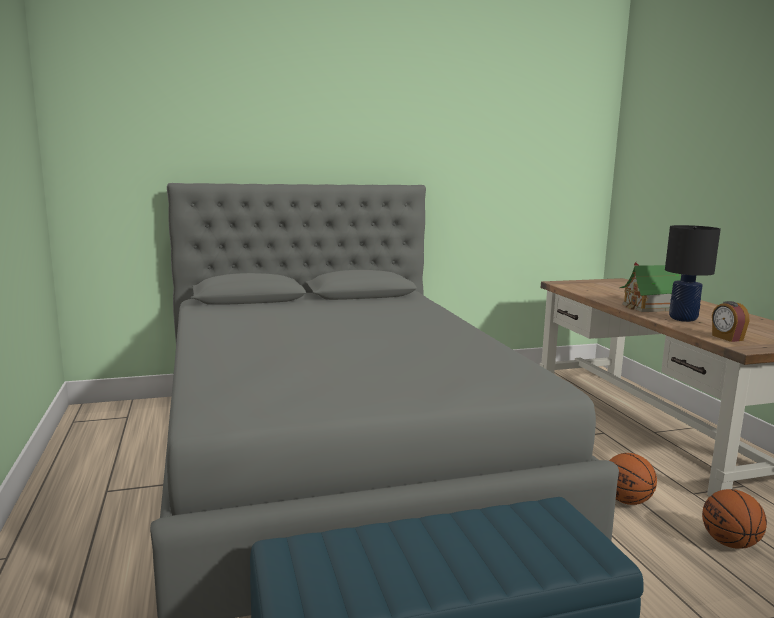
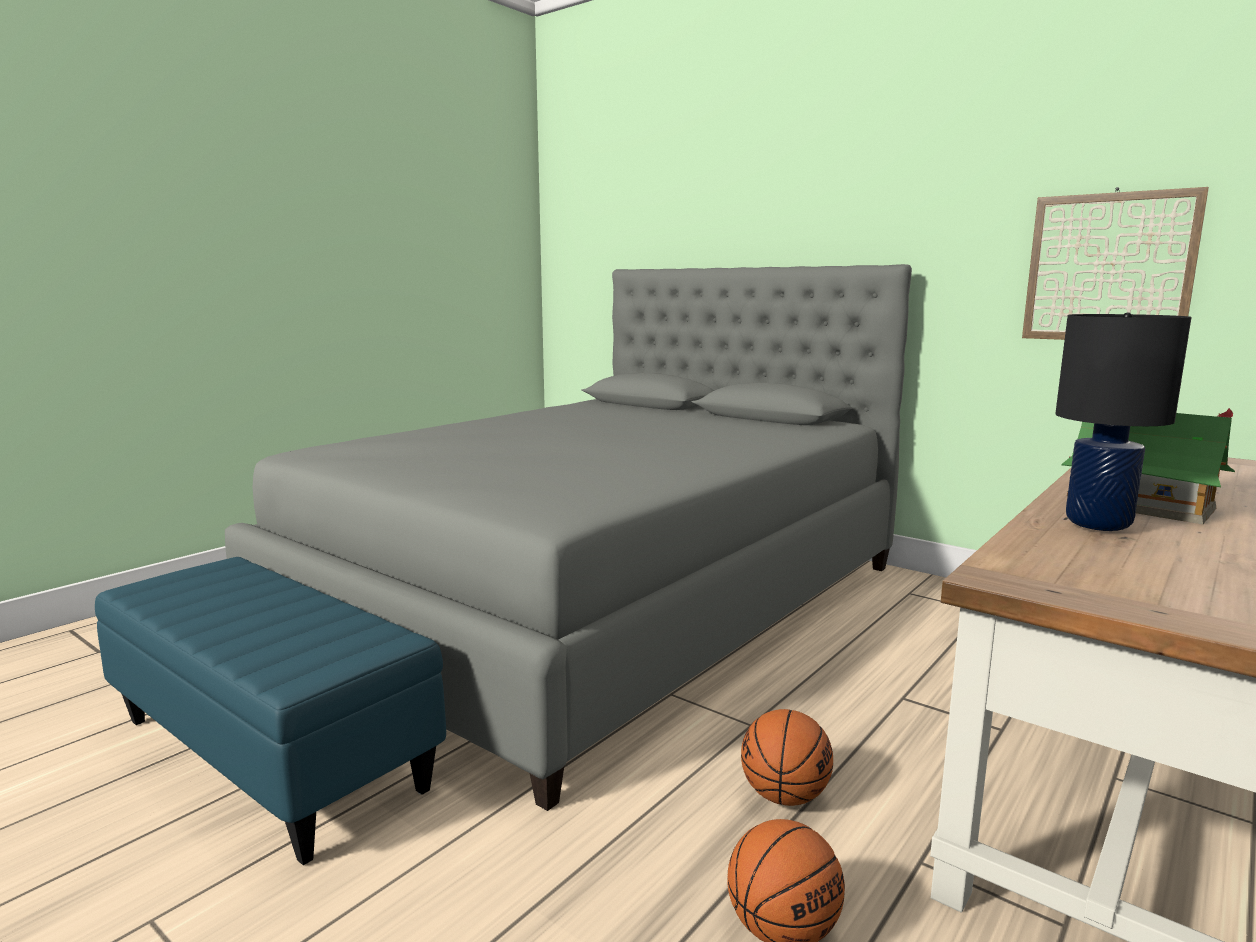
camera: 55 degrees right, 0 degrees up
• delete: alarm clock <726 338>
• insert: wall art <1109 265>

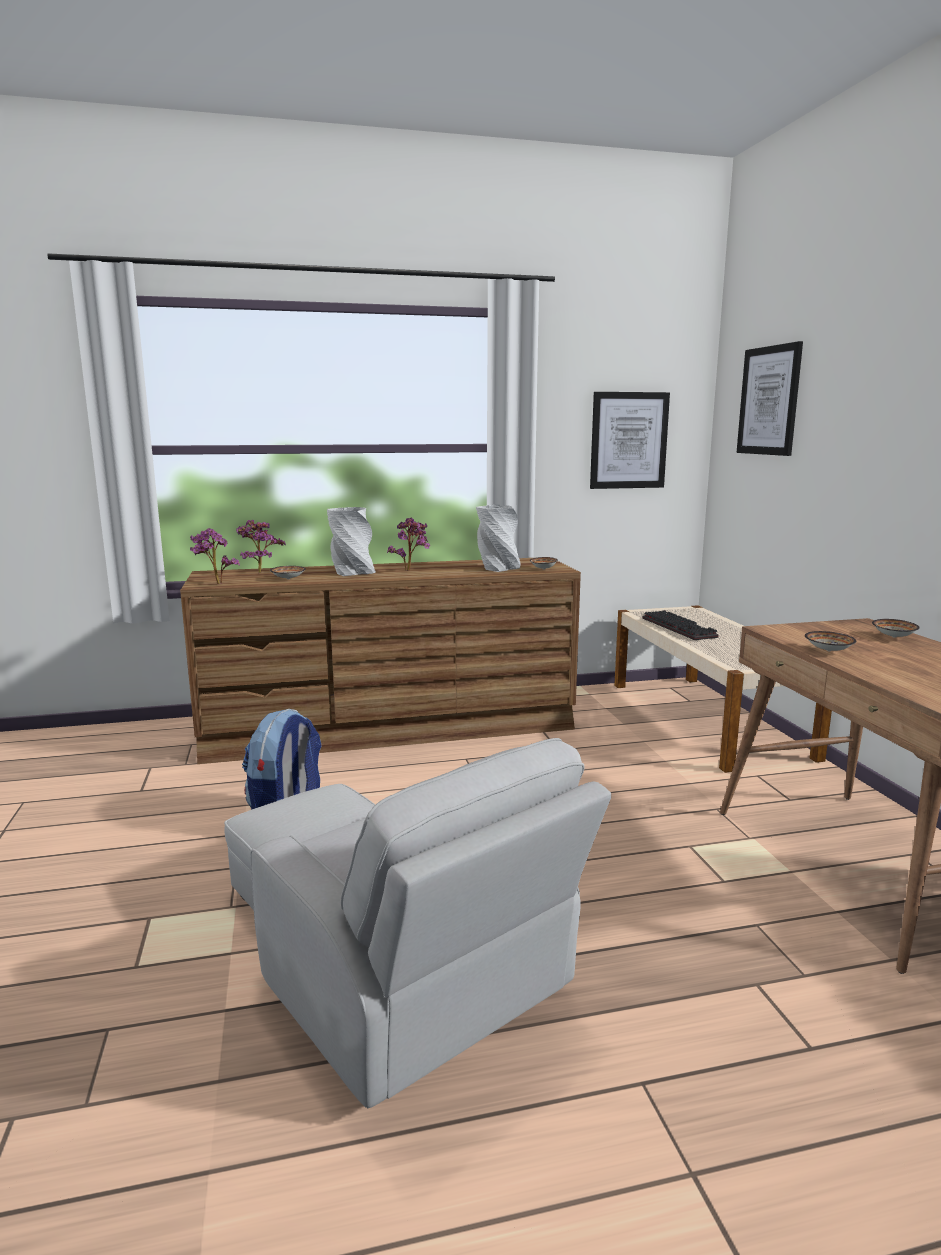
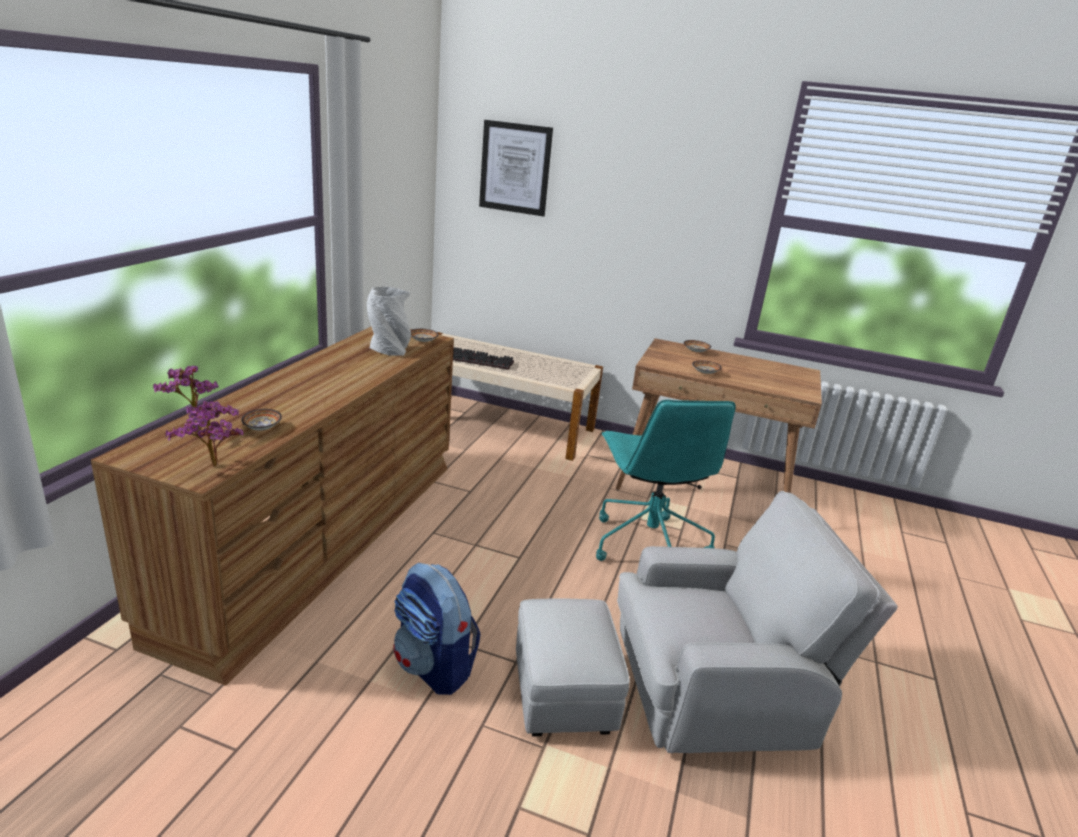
camera: 60 degrees left, 10 degrees up
• delete: grey decorative vase <352 572>
• delete: plant in a pot <411 570>
• delete: wall art <628 440>
• insert: turquoise computer chair <646 543>

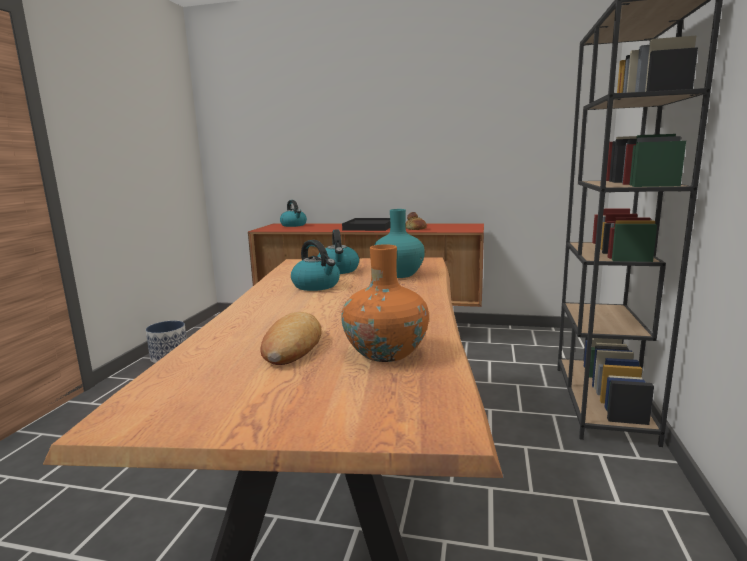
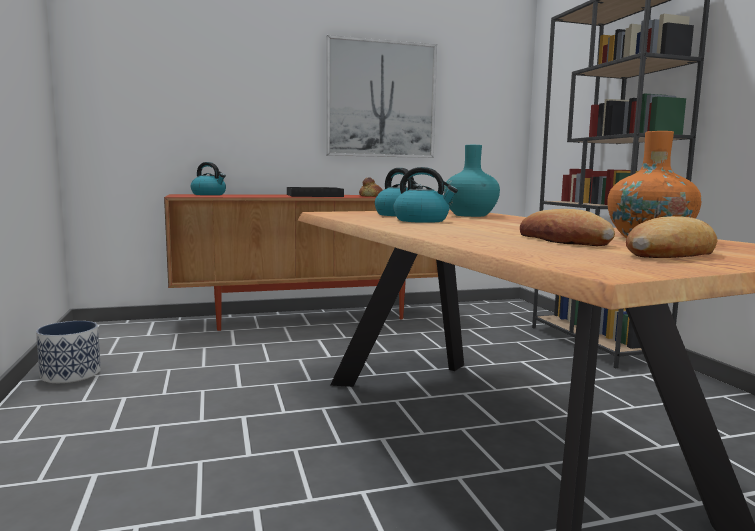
camera: 30 degrees left, 5 degrees down
• insert: wall art <381 99>
• insert: baked bread <670 253>

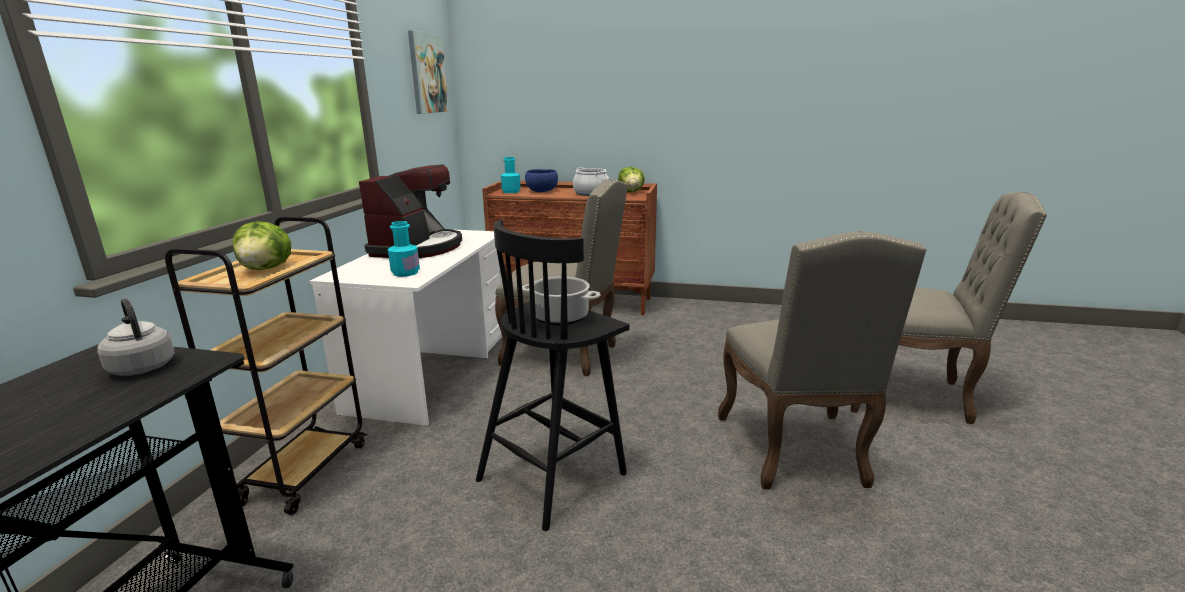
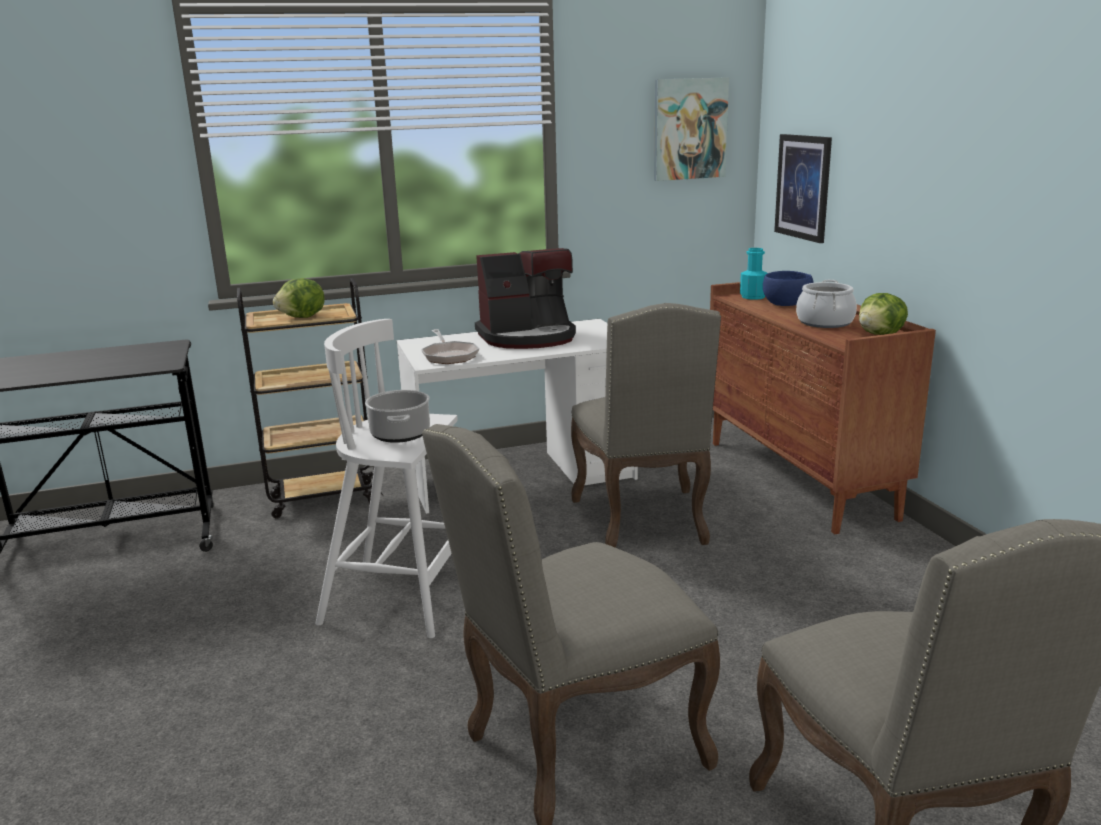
camera: 60 degrees right, 0 degrees up
• delete: grey tea kettle <142 367>
• insert: wall art <803 187>
• replace: turquoise beverage bottle <405 273> to frying pan <449 356>
• recolor: blackish sitting stool <555 474> to white sitting stool <402 600>

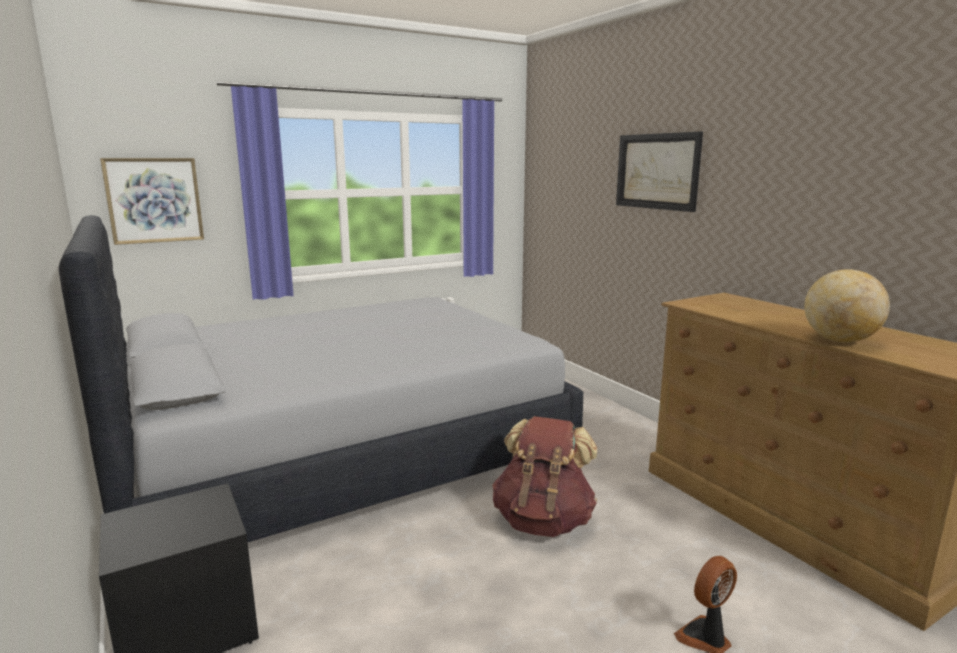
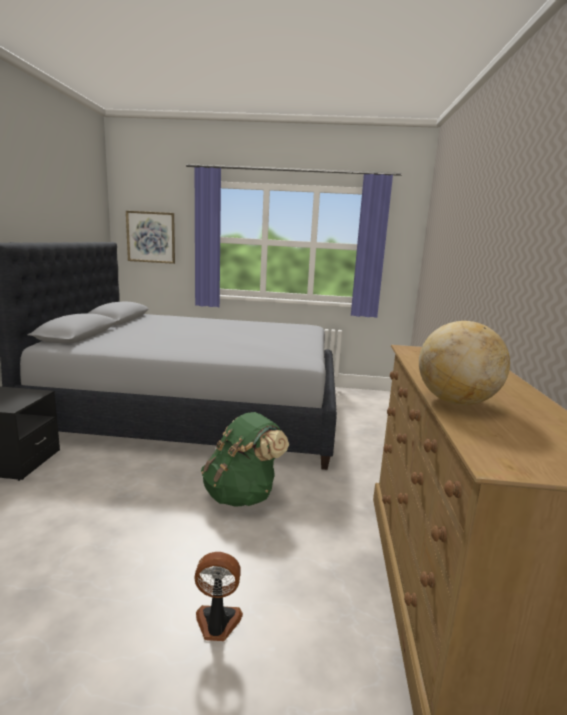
camera: 35 degrees right, 0 degrees up
• delete: wall art <657 171>
• recolor: brownish rucksack <543 520> to green-coloured rucksack <242 494>

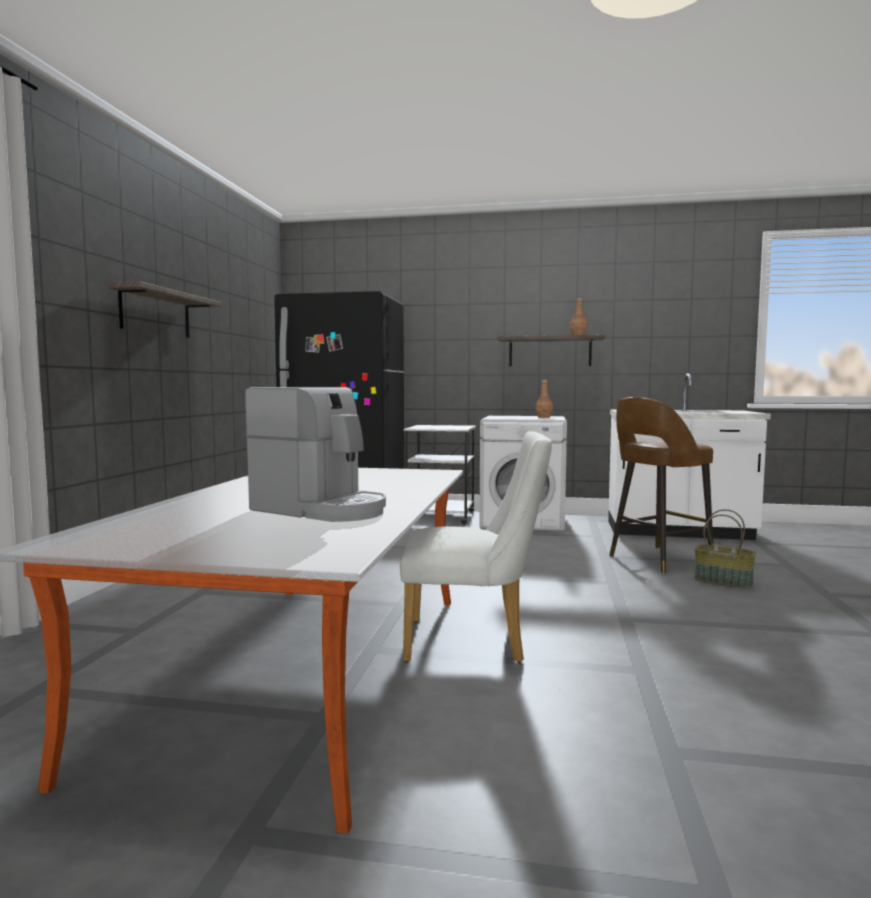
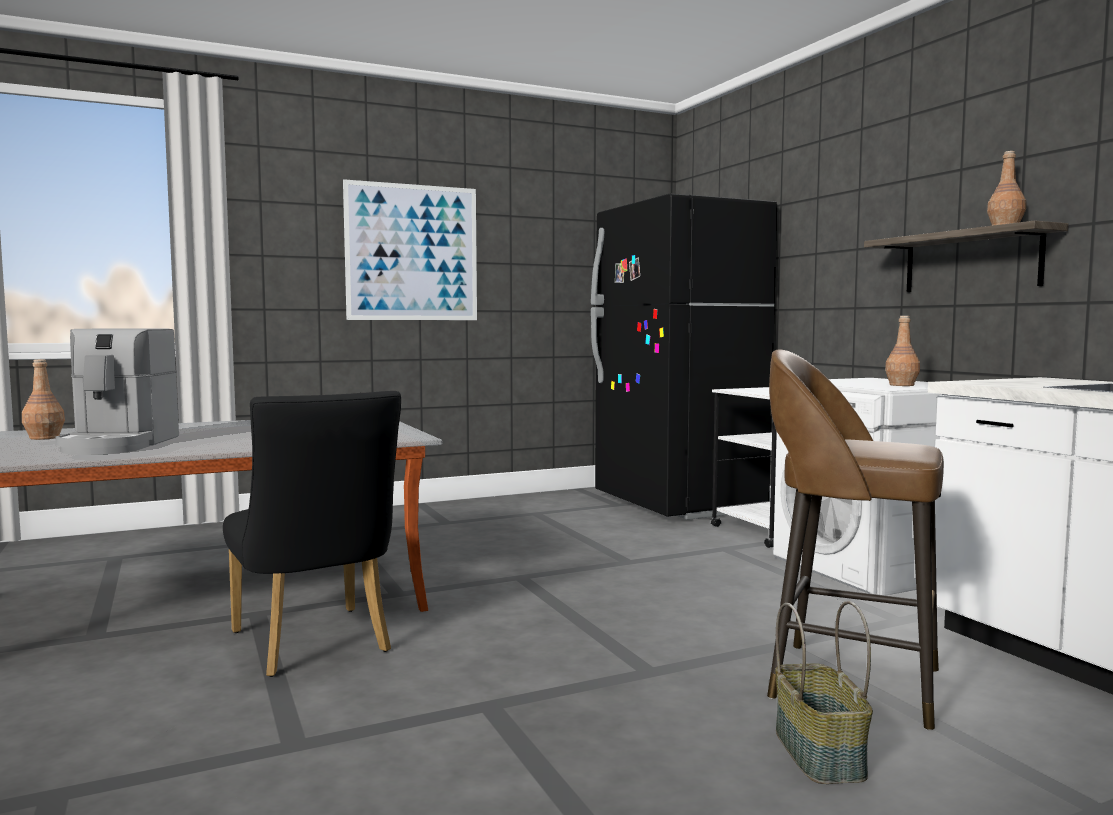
camera: 55 degrees right, 0 degrees up
• insert: brownish beverage bottle <44 437>
• replace: wall shelf <156 313> to wall art <412 252>
• recolor: white chair <475 641> to blackish chair <315 645>

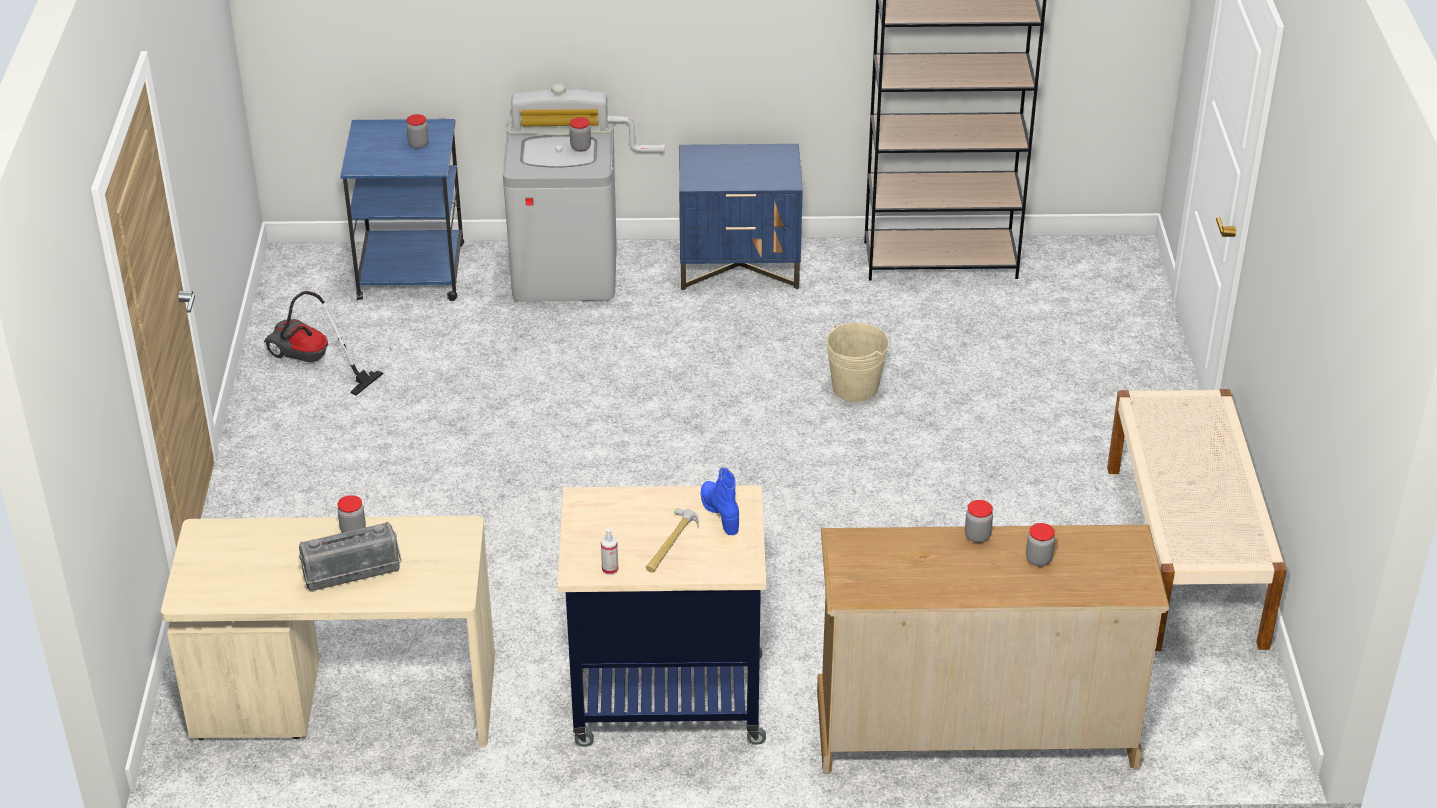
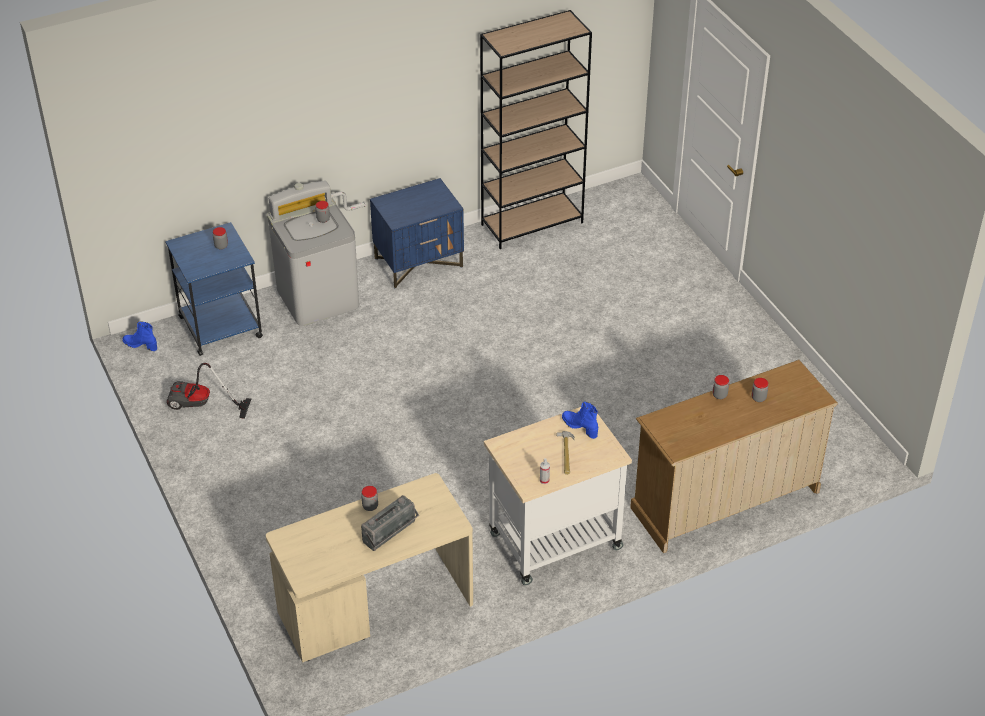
camera: 25 degrees left, 5 degrees up
• delete: beige-coloured pail <855 387>
• delete: beige-coloured long seat <1186 554>
• insert: bluish high-top boot <140 345>
• recolor: bluish trolley <666 702> to white trolley <554 543>

